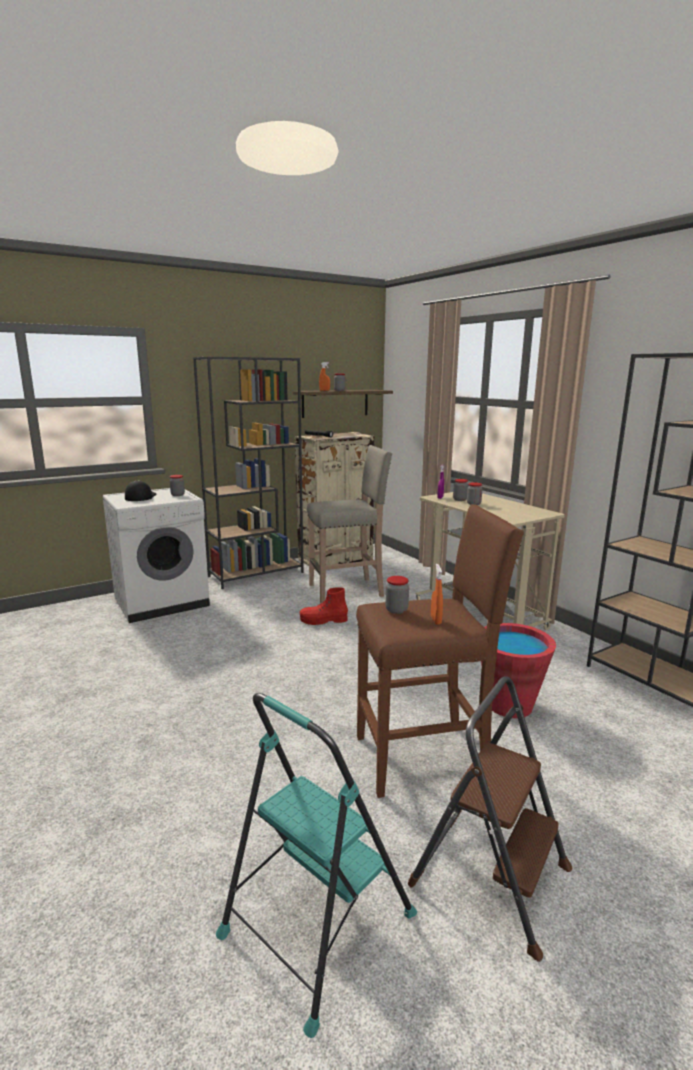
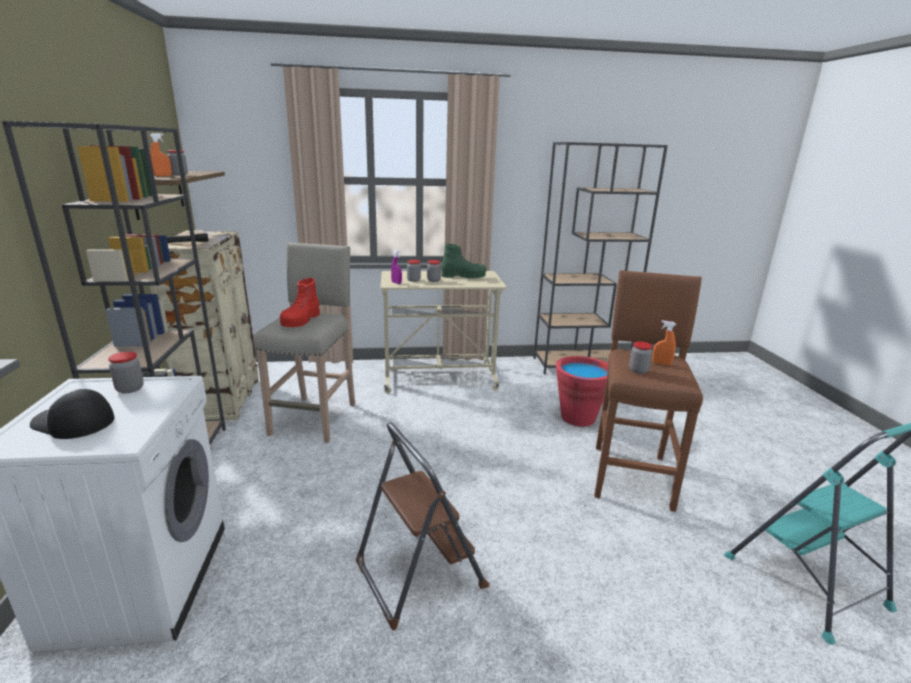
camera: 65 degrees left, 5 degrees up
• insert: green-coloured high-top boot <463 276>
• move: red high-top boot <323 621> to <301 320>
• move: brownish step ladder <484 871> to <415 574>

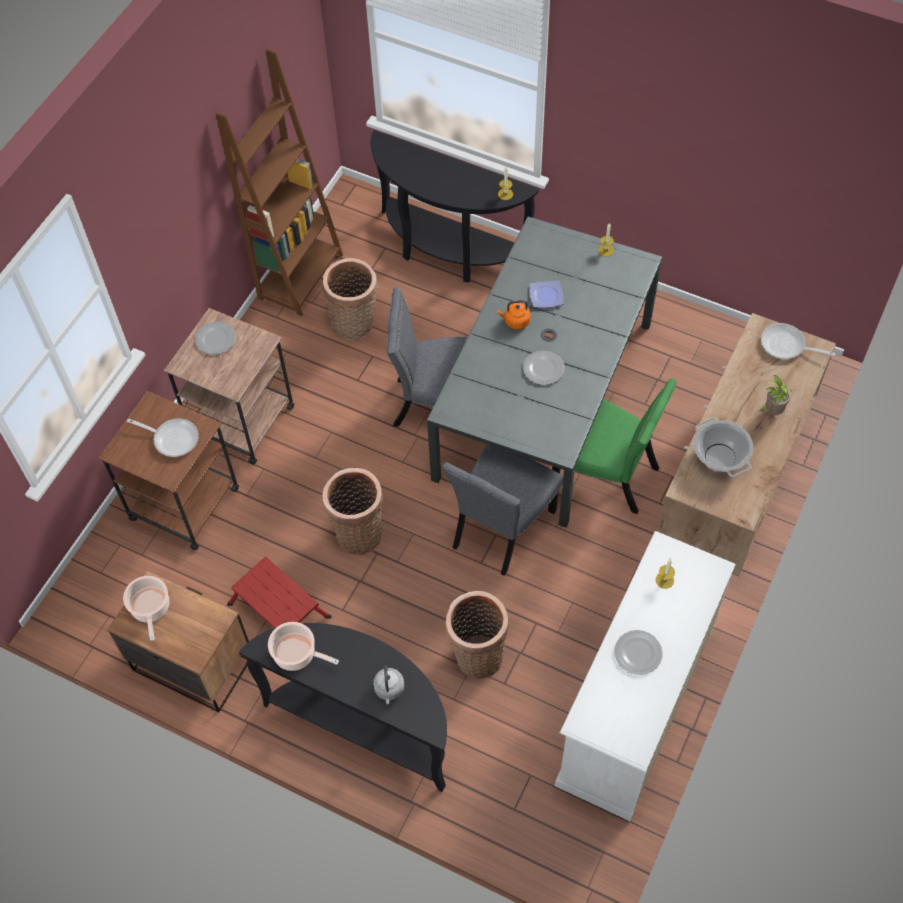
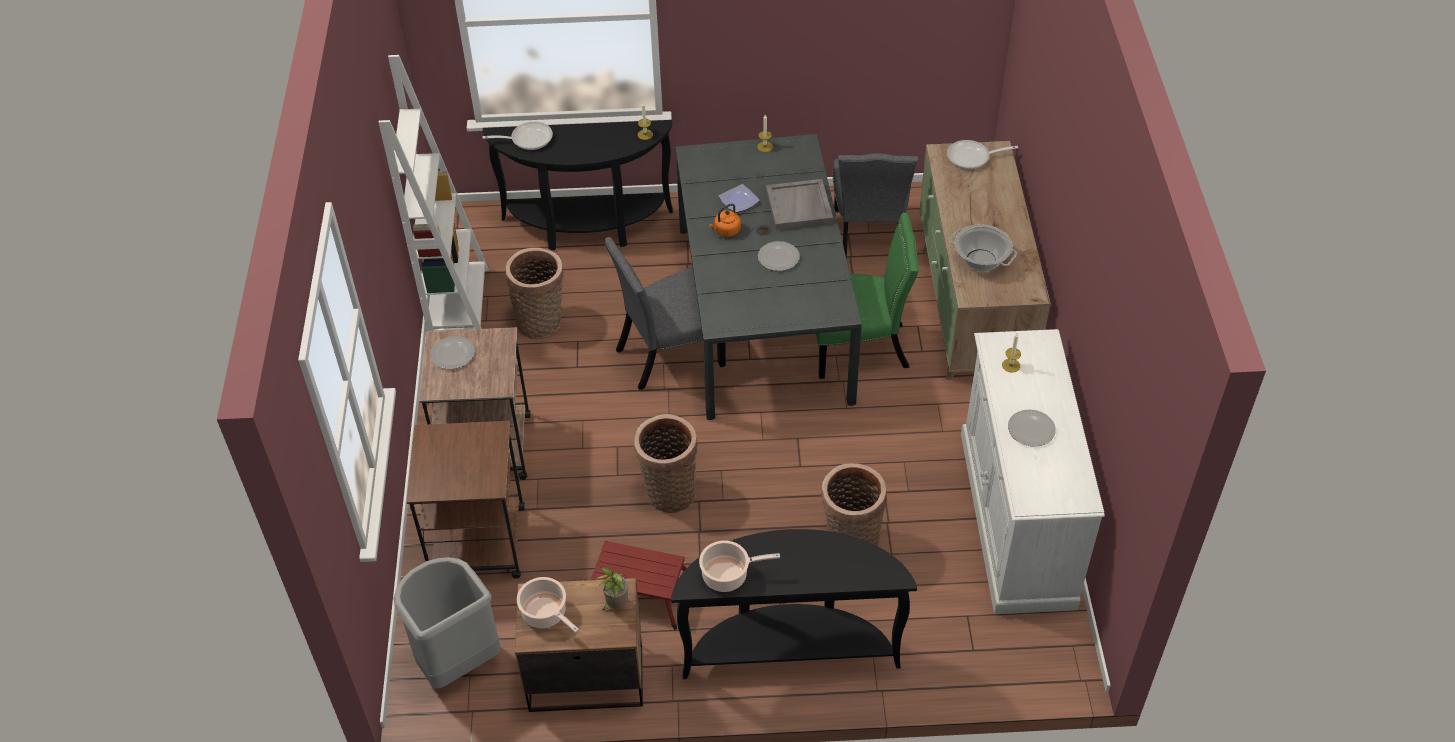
camera: 30 degrees left, 10 degrees down
• delete: grey tea kettle <389 689>
• insert: grey waste bin <457 661>
• insert: grey carrying tray <799 207>
• move: frying pan <172 438> to <527 139>
• move: grey chair <502 525> to <869 236>
• move: plant in a pot <771 411> to <615 605>
• recolor: brownish bookcase <300 276> to white bookcase <458 303>

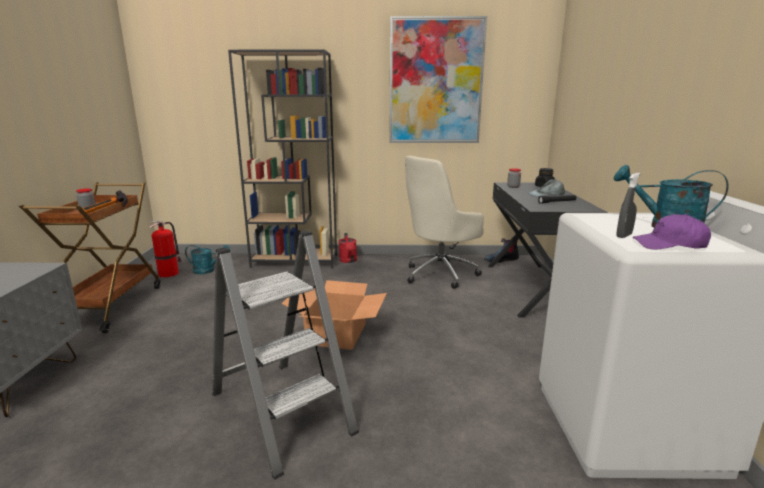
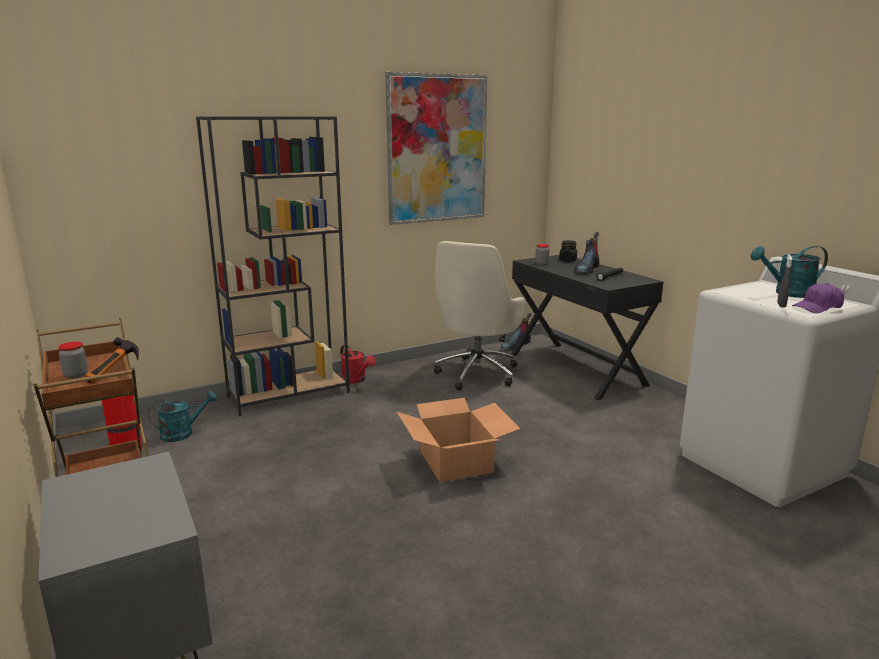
camera: 30 degrees left, 0 degrees up
• delete: grey step ladder <280 410>
• replace: grey cap <546 194> to high-top boot <586 269>

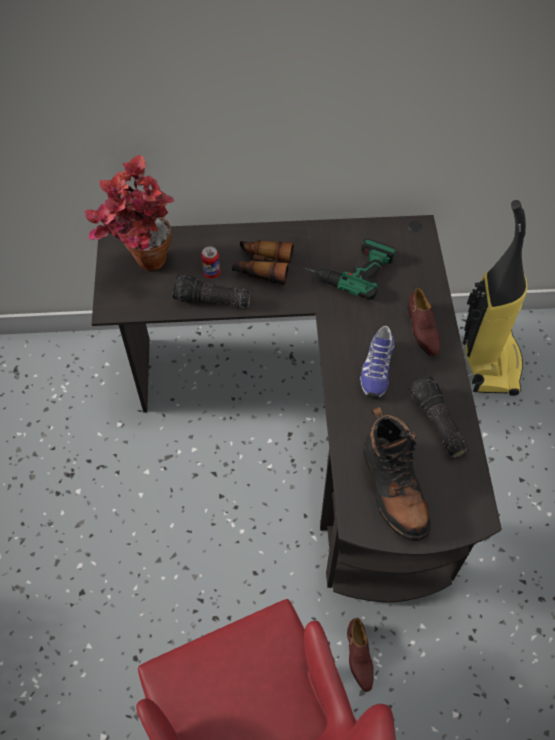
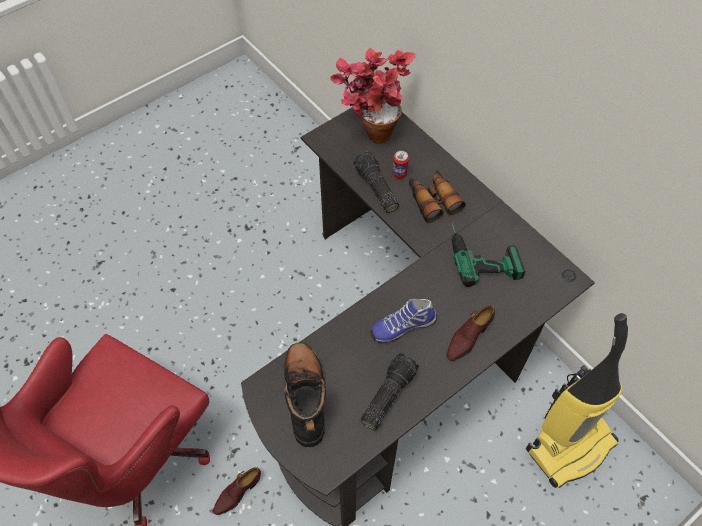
camera: 55 degrees right, 0 degrees up
• rotate: blackish high-top boot <393 489> = <306 396> 135 degrees clockwise

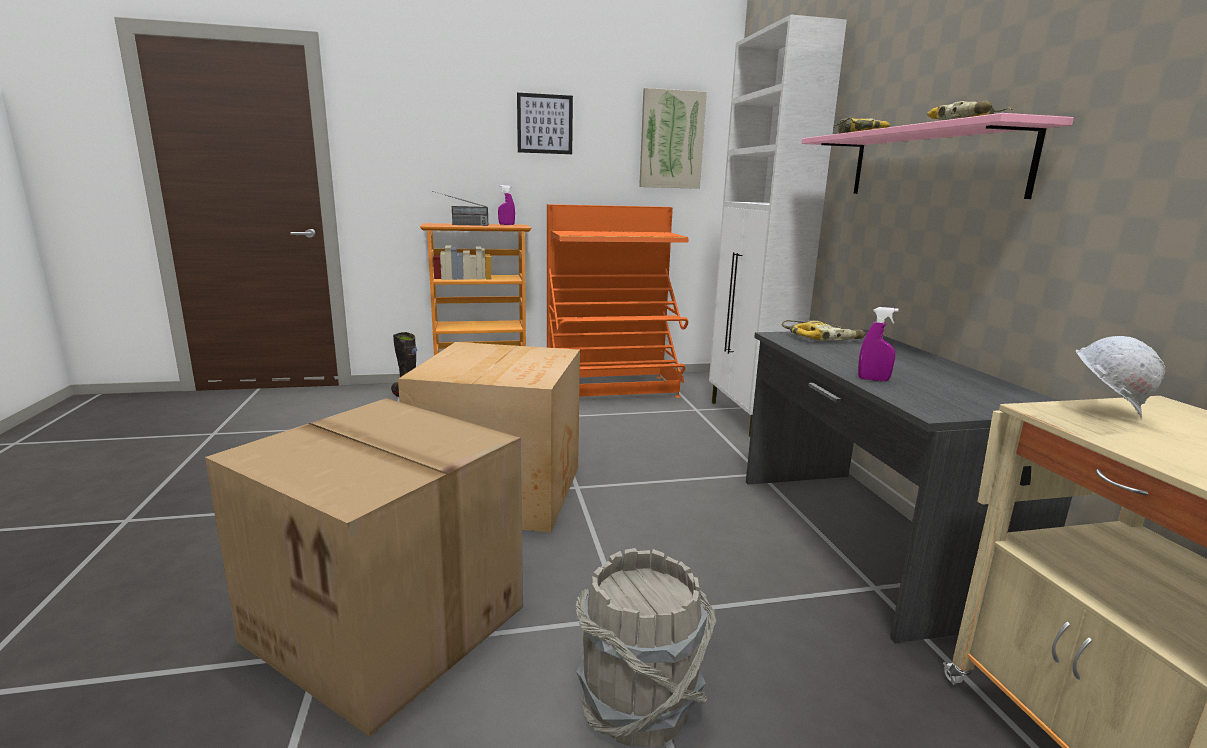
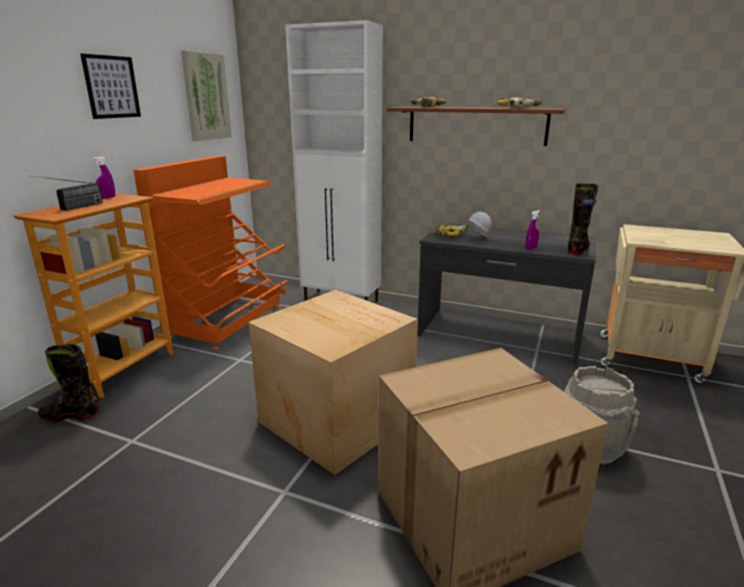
camera: 55 degrees left, 5 degrees up
• insert: blackish high-top boot <578 250>
• move: white work helmet <1103 411> to <477 238>
• recolor: pink-coloured wall shelf <932 164> to brownish wall shelf <476 125>

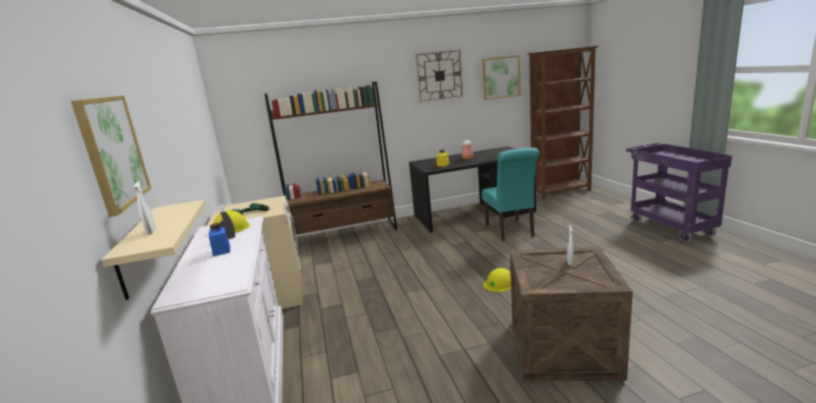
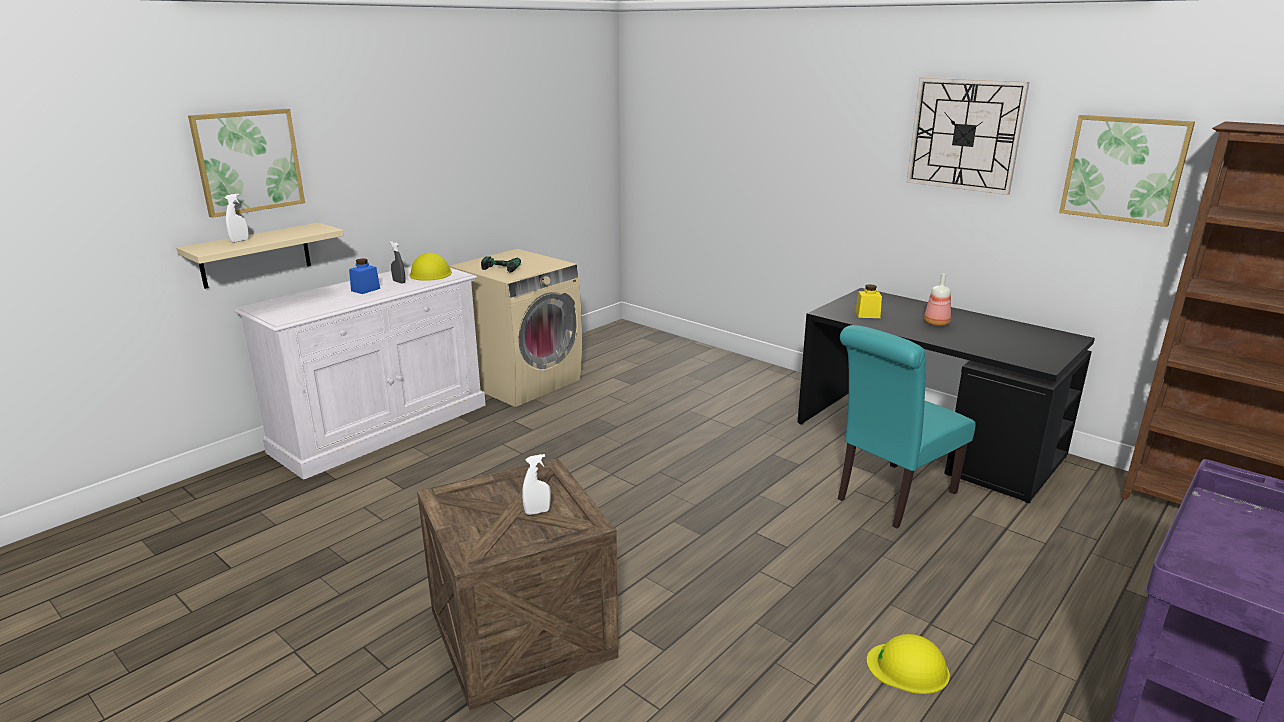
camera: 55 degrees right, 5 degrees up
• delete: brownish bookcase <345 234>
• move: yellow work helmet <500 283> to <908 668>

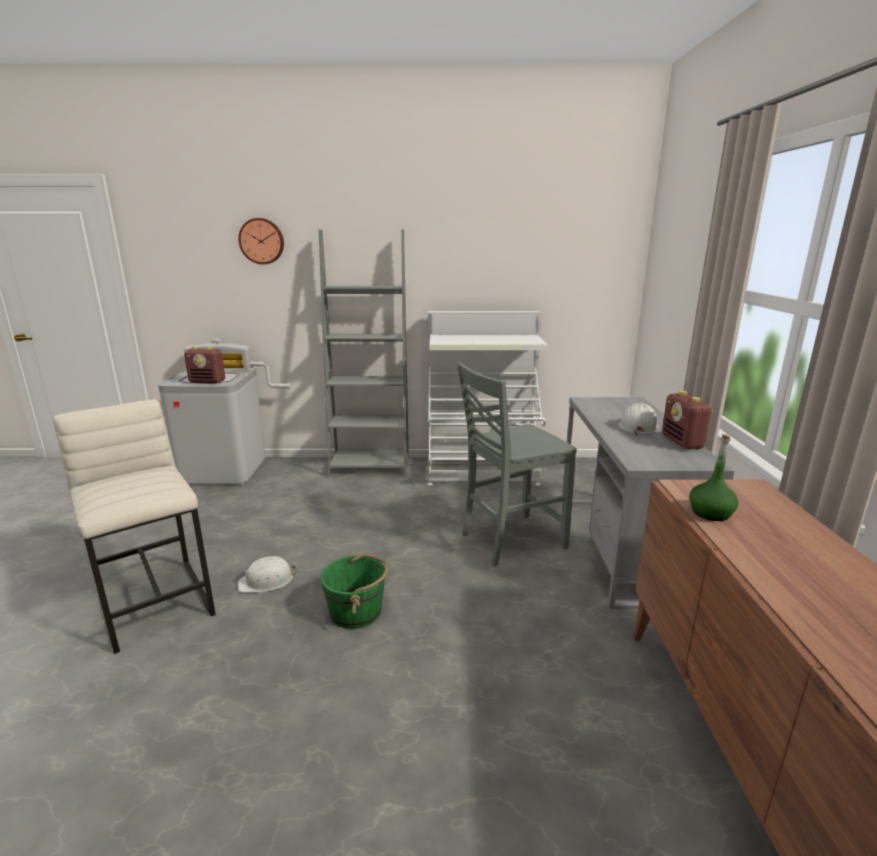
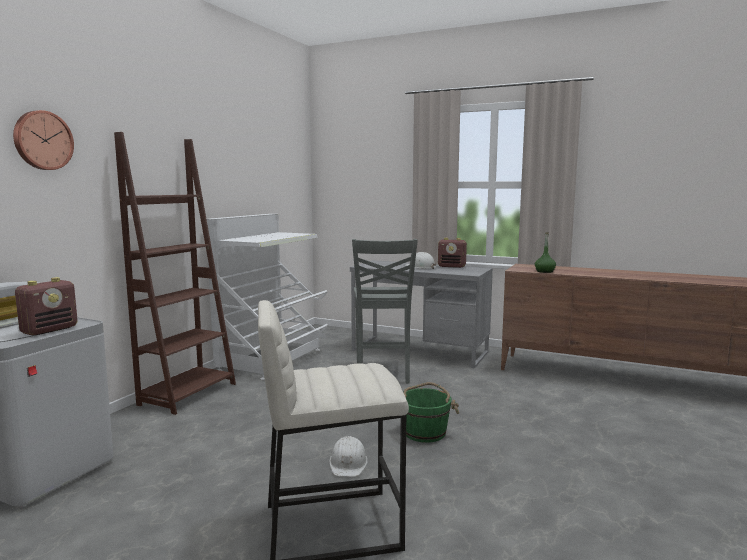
camera: 65 degrees left, 10 degrees down
• recolor: grey bookcase <370 467> to brownish bookcase <188 394>

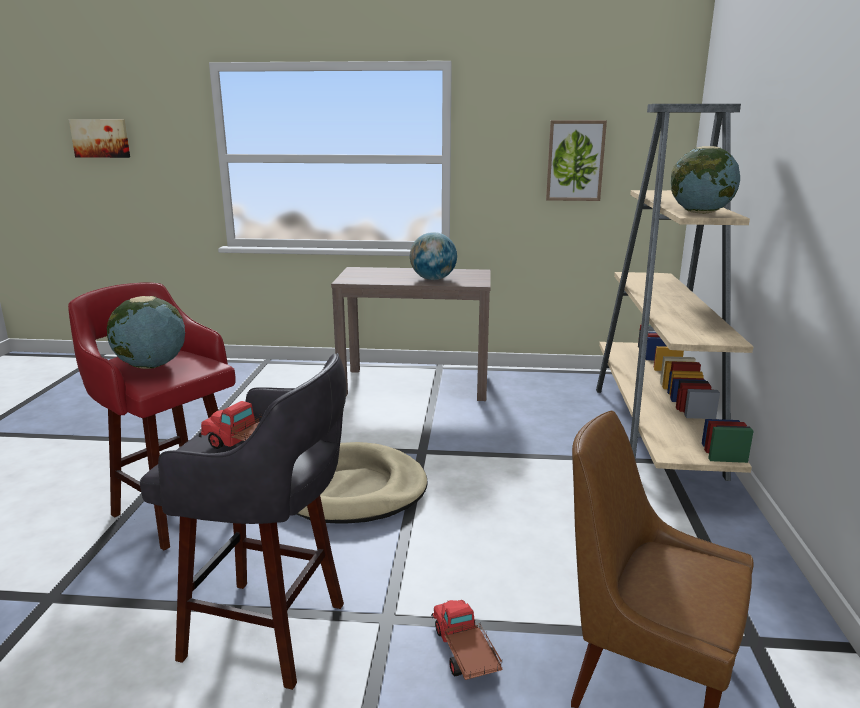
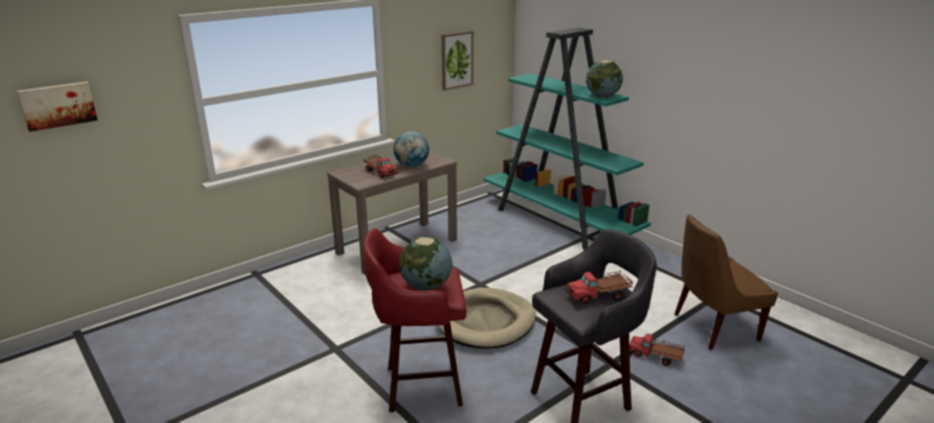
camera: 45 degrees left, 5 degrees up
• insert: model truck <380 172>
• recolor: beige-coloured bookcase <655 431> to turquoise bookcase <559 222>

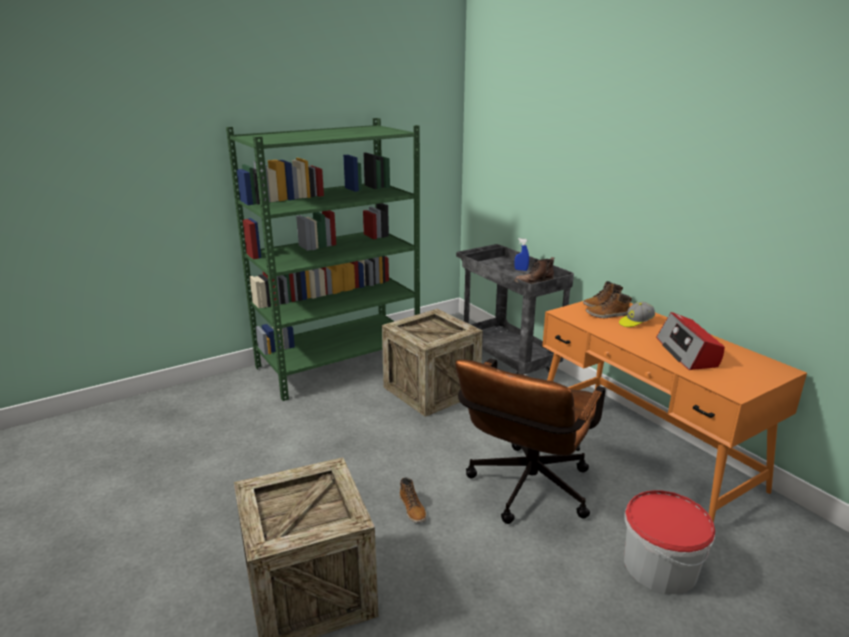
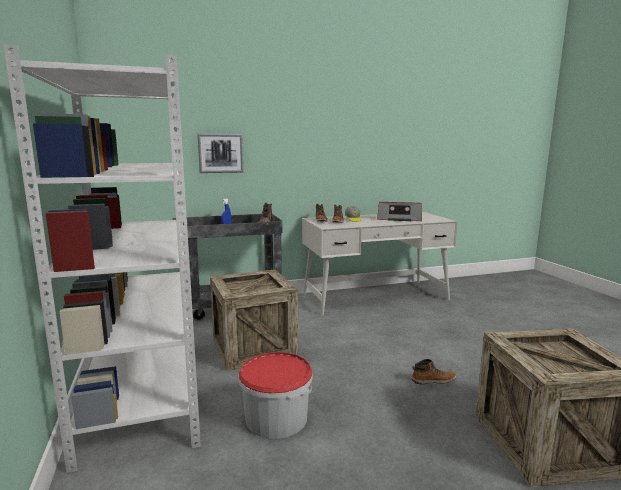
camera: 75 degrees left, 10 degrees down
• delete: brownish computer chair <525 492>
• insert: wall art <220 153>
• move: pail <659 566> to <276 418>
• recolor: green-coloured bookcase <338 364> to white bookcase <143 393>
• recolor: orange desk unit <643 450> to white desk unit <375 297>

